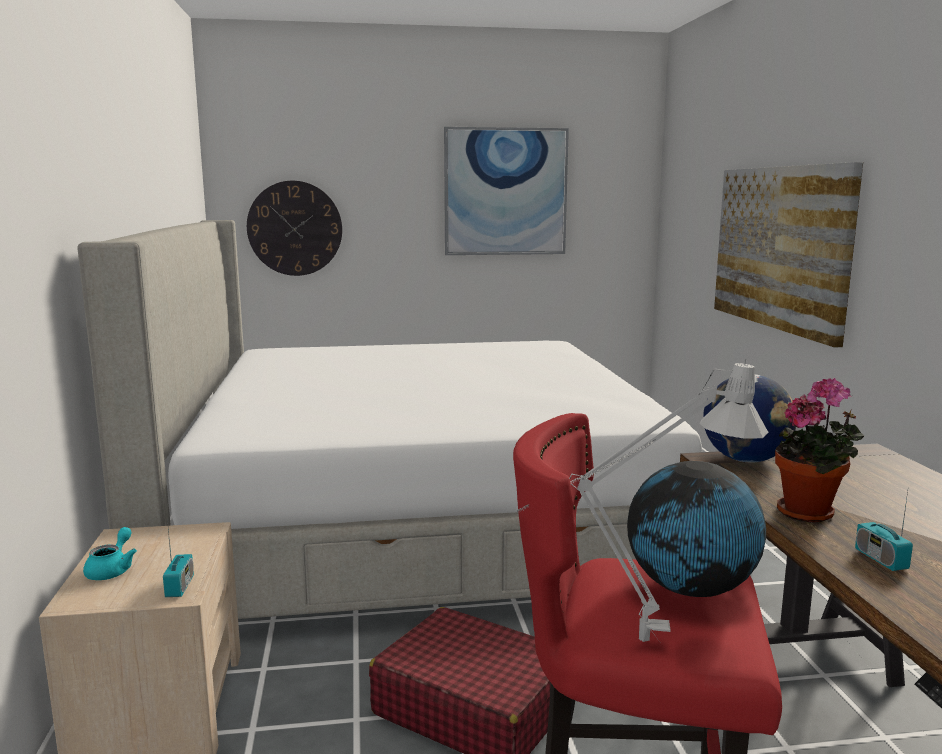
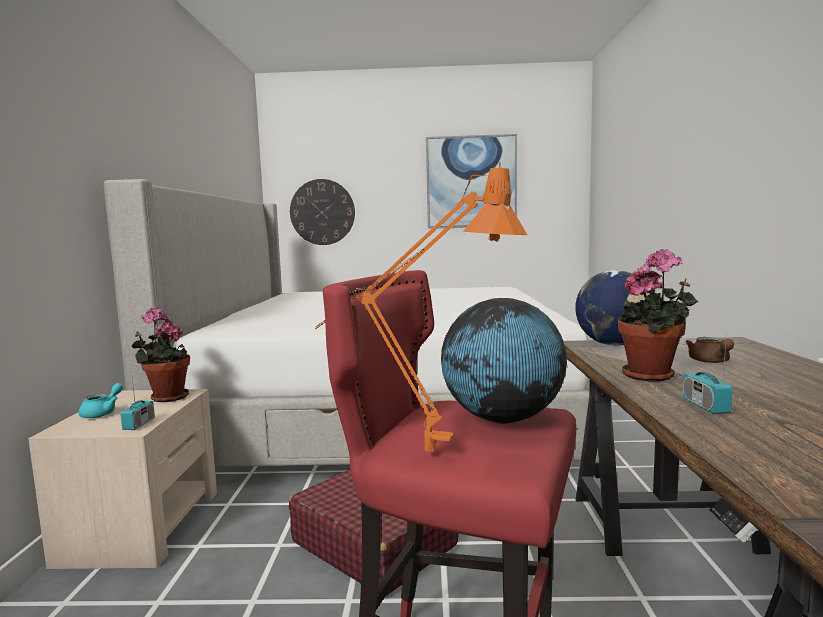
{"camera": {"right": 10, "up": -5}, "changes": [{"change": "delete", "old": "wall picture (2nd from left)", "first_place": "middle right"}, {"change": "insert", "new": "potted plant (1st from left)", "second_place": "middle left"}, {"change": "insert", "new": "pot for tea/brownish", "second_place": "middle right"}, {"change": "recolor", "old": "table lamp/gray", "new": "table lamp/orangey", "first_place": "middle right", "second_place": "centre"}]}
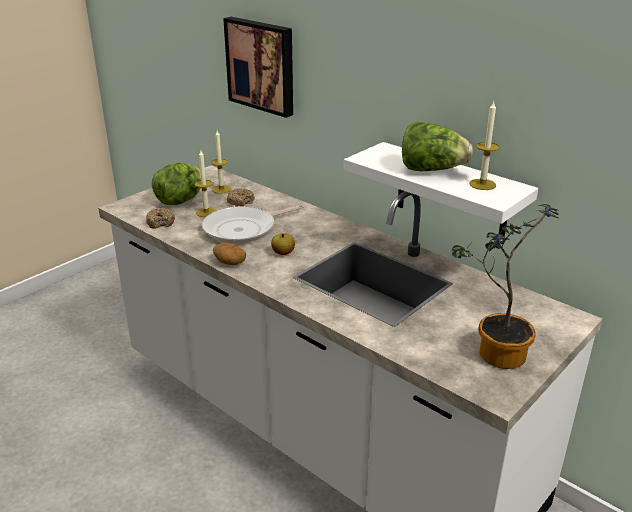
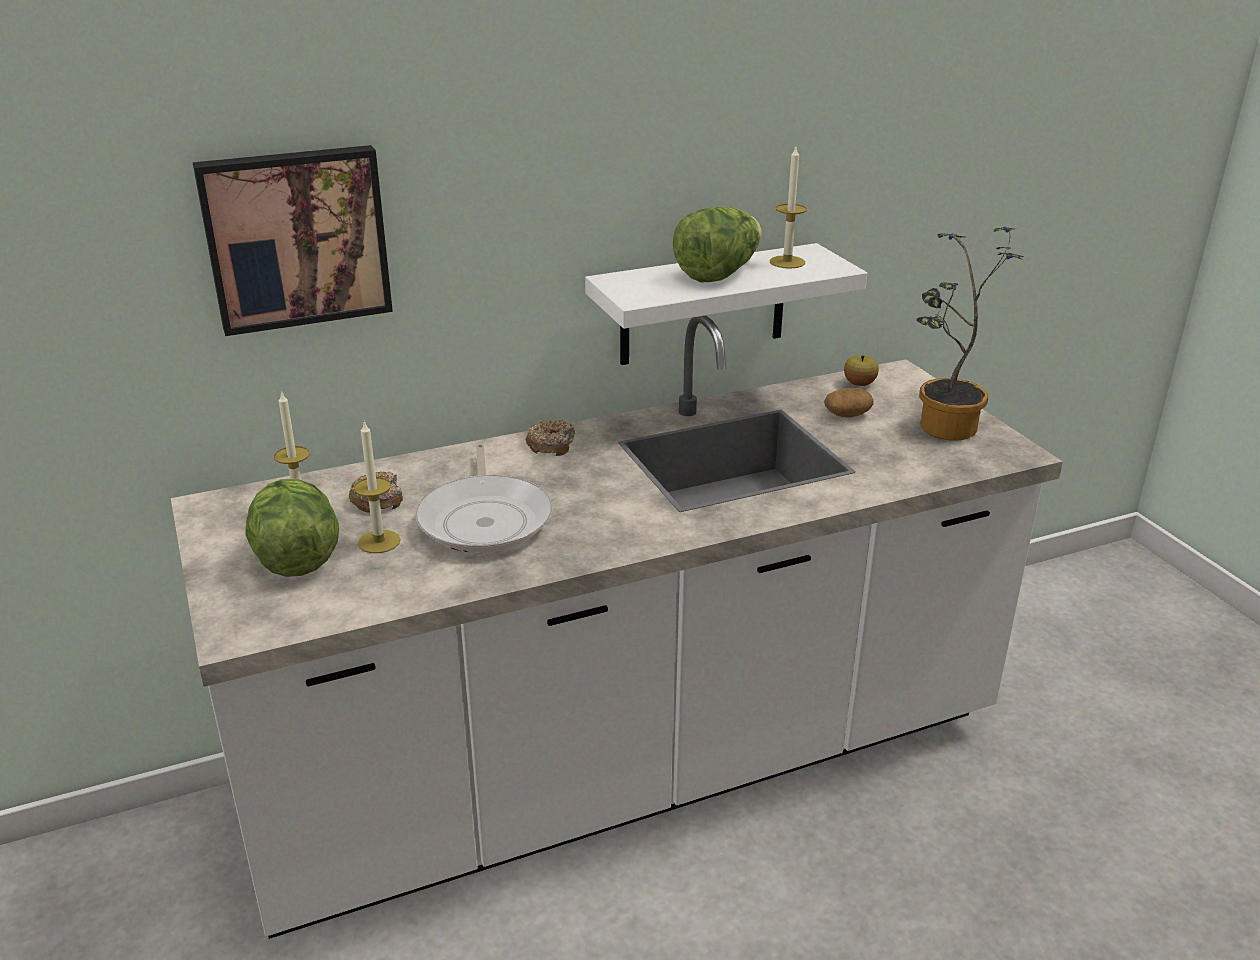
{"camera": {"right": -65, "up": 0}, "changes": [{"change": "move", "old": "donut (1st from left in the first image)", "new": "donut (2nd from left)", "first_place": "middle left", "second_place": "centre"}, {"change": "move", "old": "whole potato", "first_place": "centre", "second_place": "middle right"}, {"change": "move", "old": "apple fruit", "first_place": "centre", "second_place": "middle right"}]}
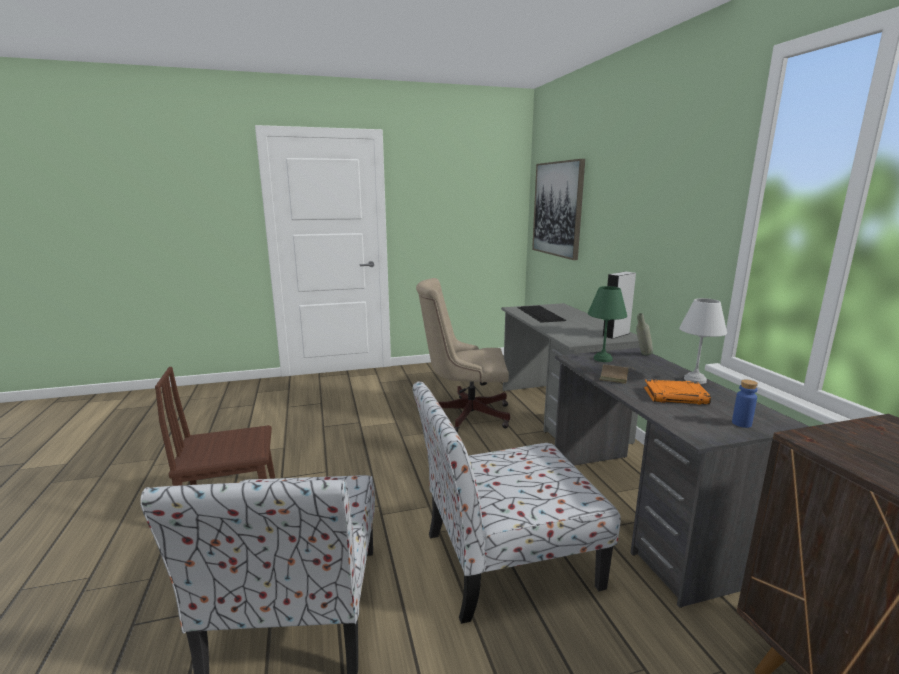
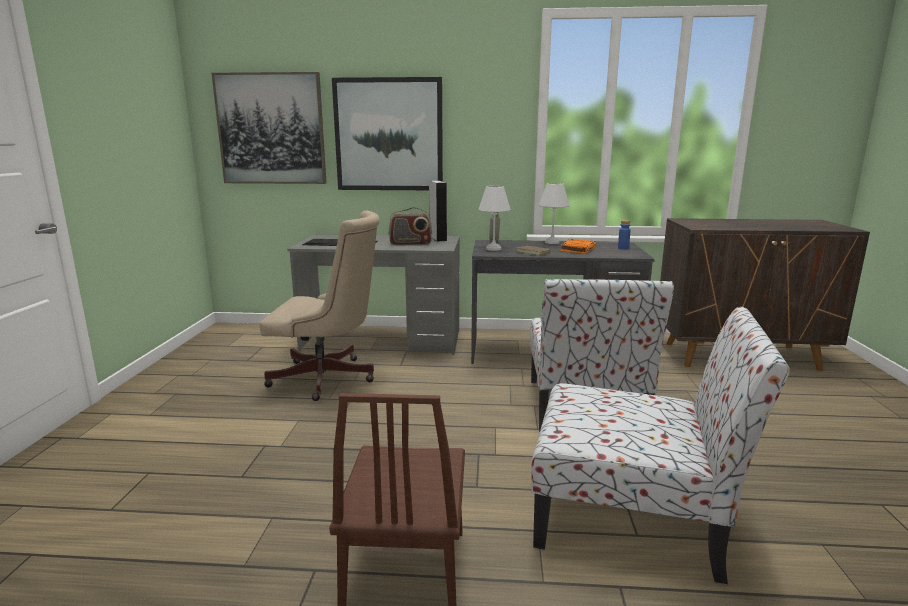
{"camera": {"right": -70, "up": 0}, "changes": [{"change": "insert", "new": "wall picture (2nd from left)", "second_place": "top centre"}, {"change": "insert", "new": "radio", "second_place": "centre"}, {"change": "recolor", "old": "table lamp/green", "new": "table lamp/whitish (1st from left)", "first_place": "middle right", "second_place": "centre"}, {"change": "rotate", "old": "desk chair/sand-coloured", "first_place": "centre", "second_place": "centre", "degrees": -105}]}
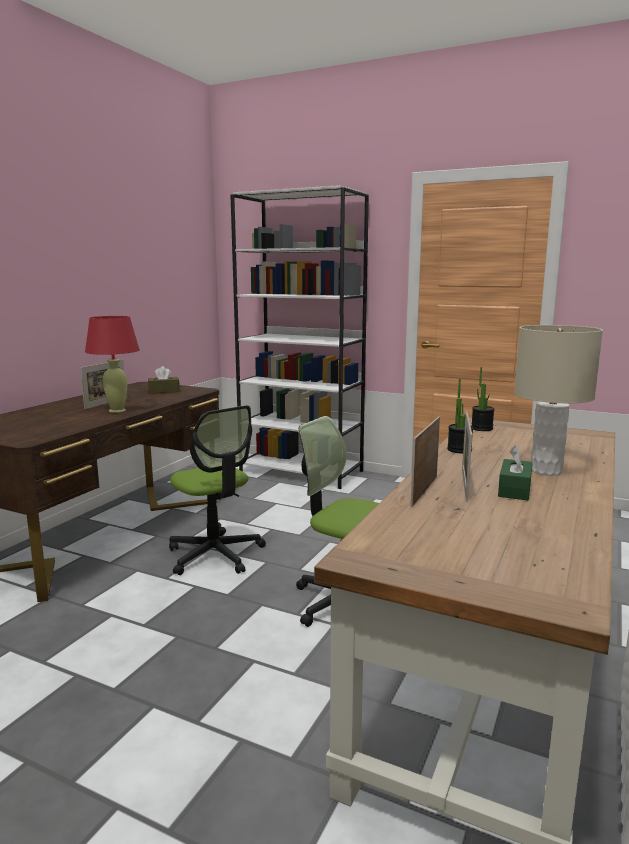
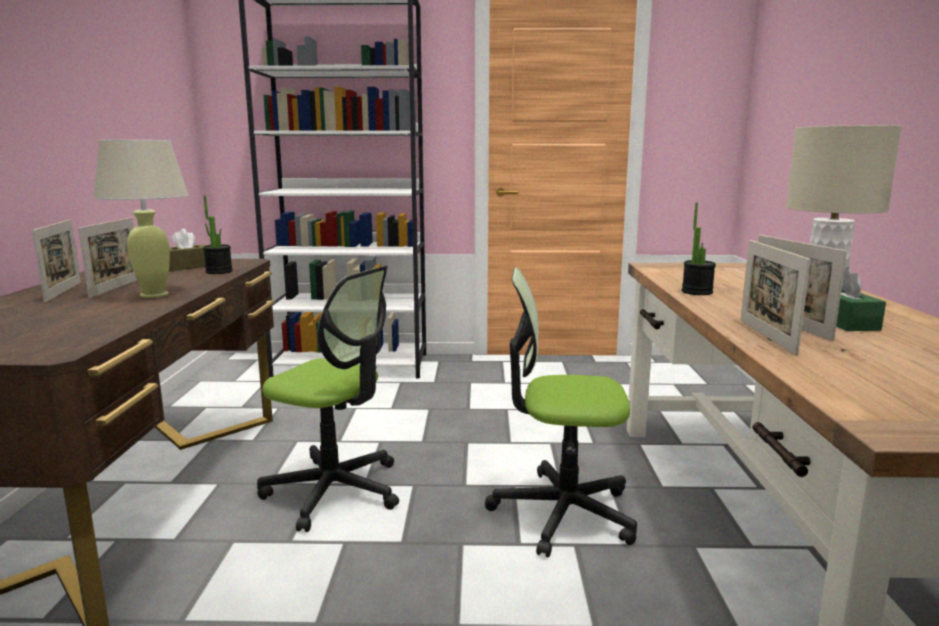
{"camera": {"right": -25, "up": 0}, "changes": [{"change": "insert", "new": "photo frame (1st from left)", "second_place": "middle left"}, {"change": "move", "old": "potted plant (2nd from left in the first image)", "new": "potted plant (1st from left)", "first_place": "middle right", "second_place": "middle left"}, {"change": "recolor", "old": "table lamp/red-coloured", "new": "table lamp/sand-coloured (1st from left)", "first_place": "middle left", "second_place": "middle left"}]}
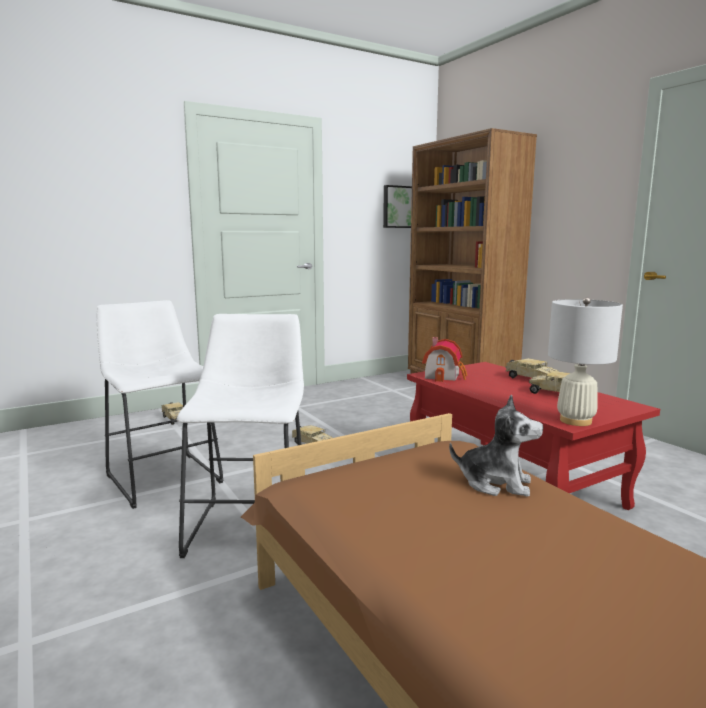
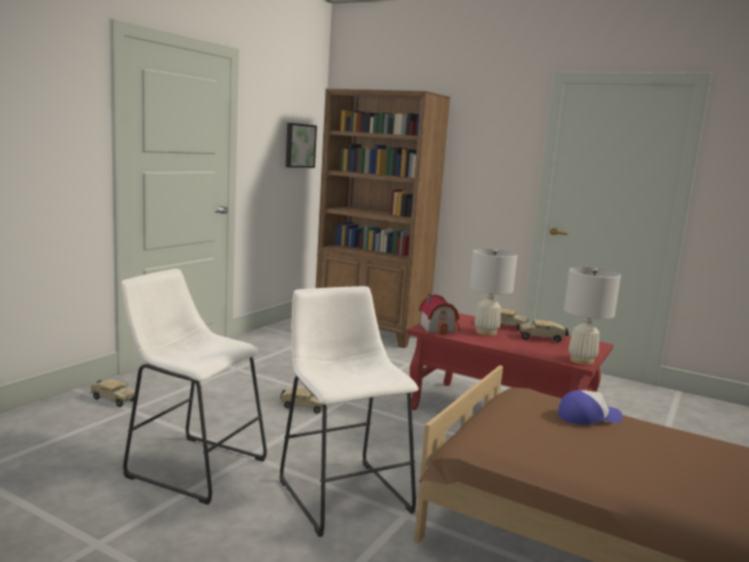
{"camera": {"right": -30, "up": 0}, "changes": [{"change": "insert", "new": "table lamp/whitish (1st from left)", "second_place": "centre"}, {"change": "replace", "old": "soft toy", "new": "baseball cap", "first_place": "middle right", "second_place": "bottom right"}]}
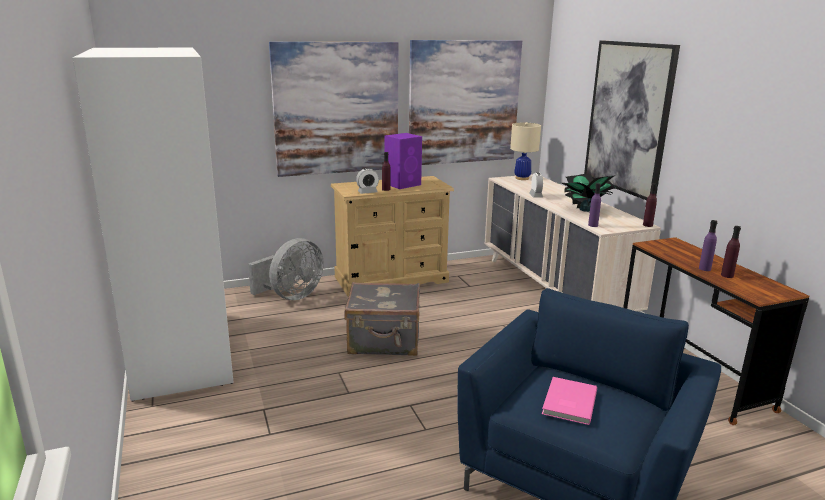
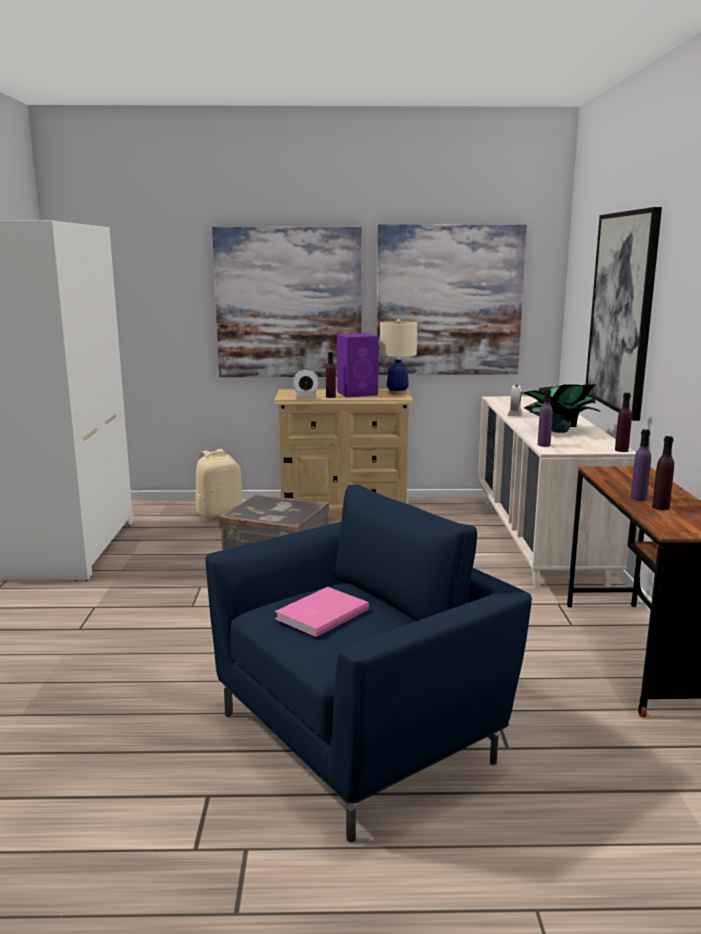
{"camera": {"right": 20, "up": -5}, "changes": [{"change": "move", "old": "table lamp/sand-coloured", "first_place": "top centre", "second_place": "centre"}, {"change": "replace", "old": "cooling fan/gray", "new": "backpack/sand-coloured", "first_place": "centre", "second_place": "middle left"}]}
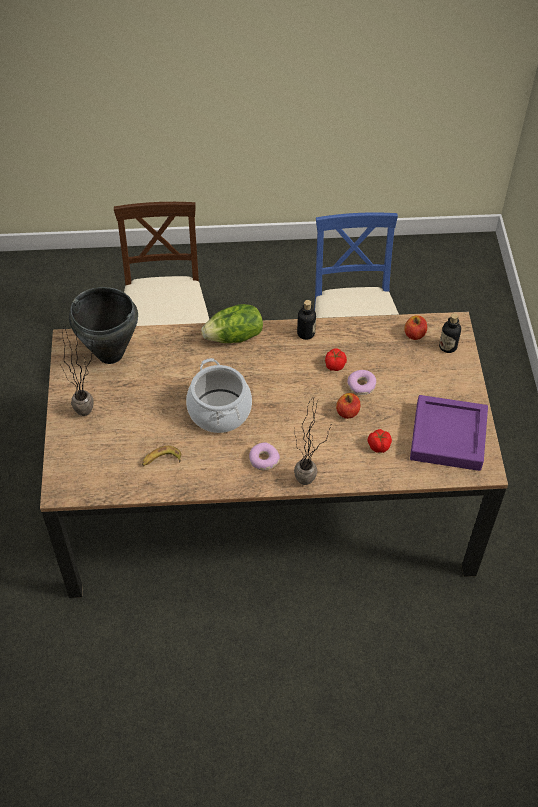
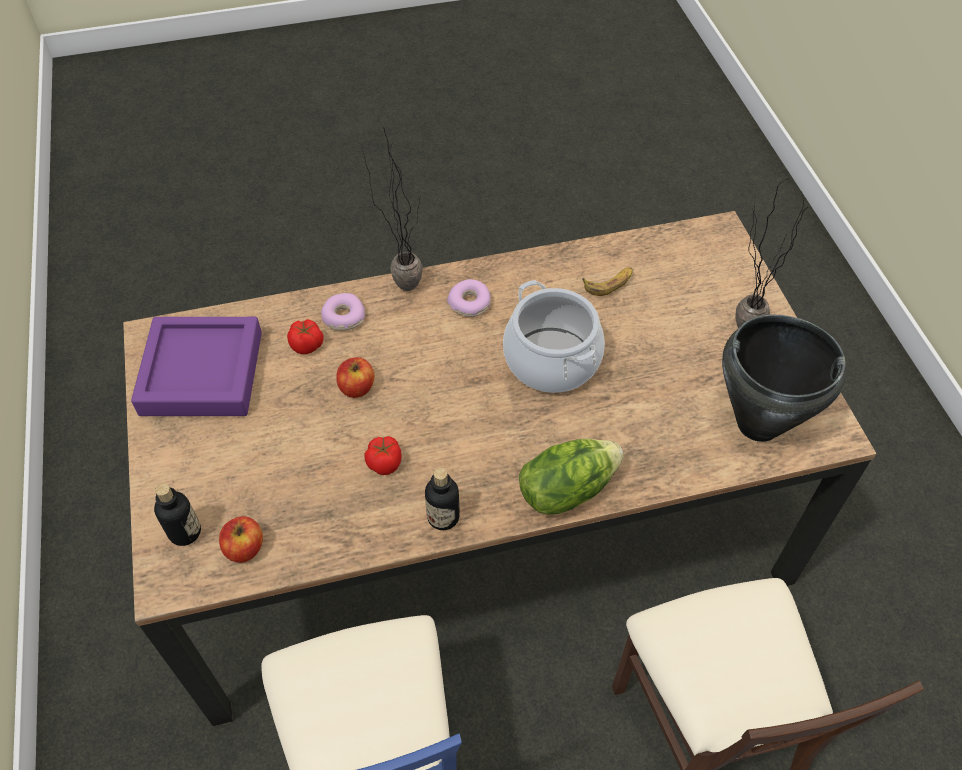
{"camera": {"right": 170, "up": 0}, "changes": [{"change": "move", "old": "donut (2nd from left in the first image)", "new": "donut (1st from left)", "first_place": "middle right", "second_place": "centre"}]}
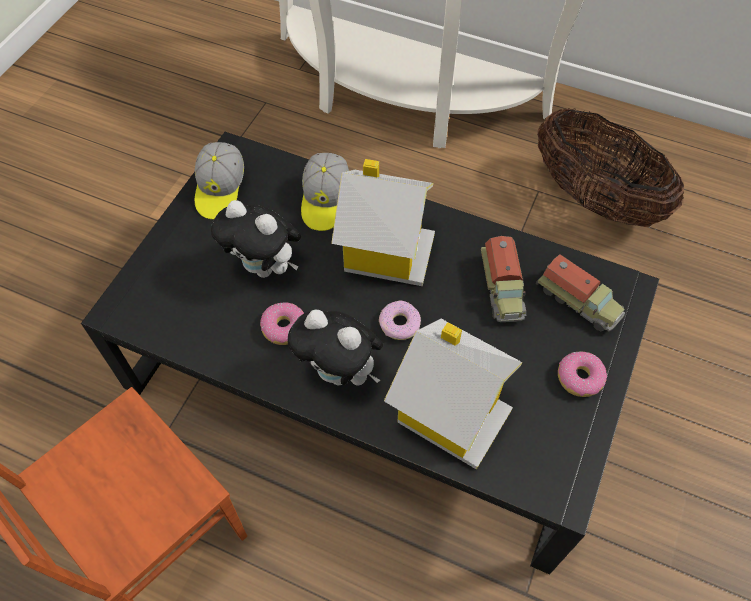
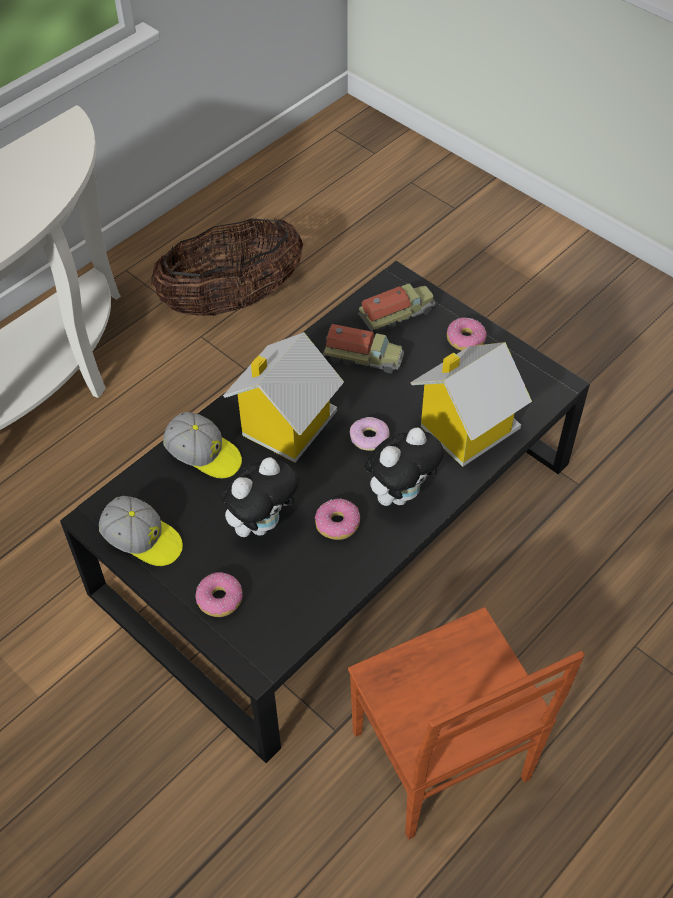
{"camera": {"right": -70, "up": -5}, "changes": [{"change": "insert", "new": "donut (1st from left)", "second_place": "middle left"}]}
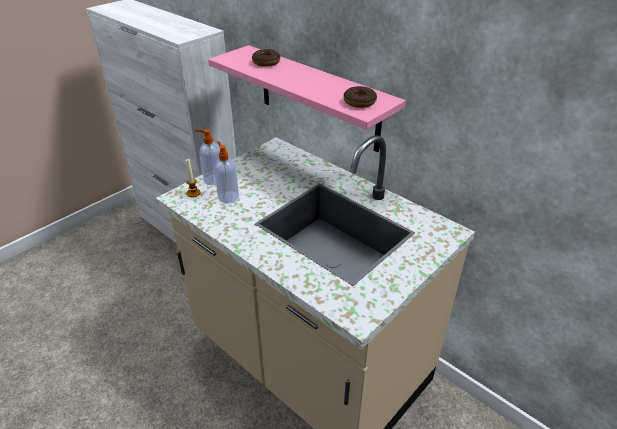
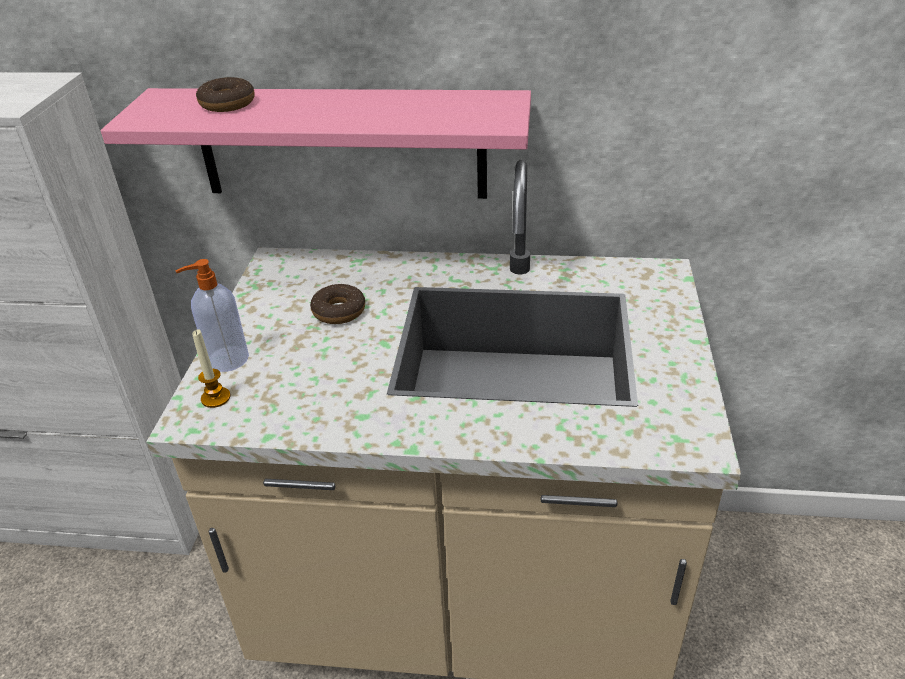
{"camera": {"right": -35, "up": 0}, "changes": [{"change": "delete", "old": "liquid soap bottle (2nd from left)", "first_place": "centre"}, {"change": "move", "old": "donut (2nd from left)", "first_place": "top centre", "second_place": "centre"}]}
